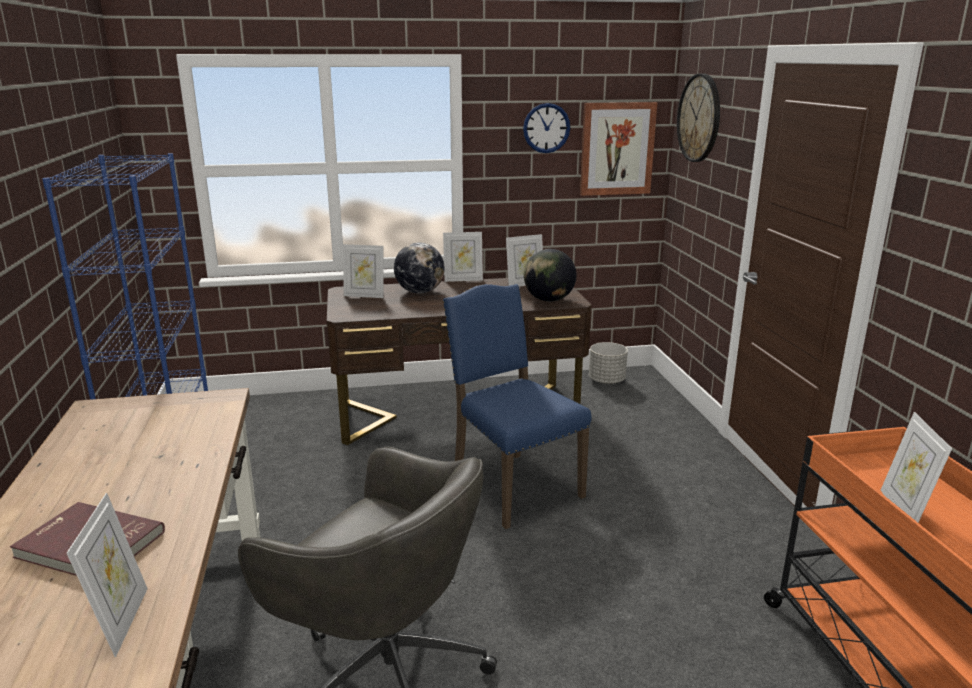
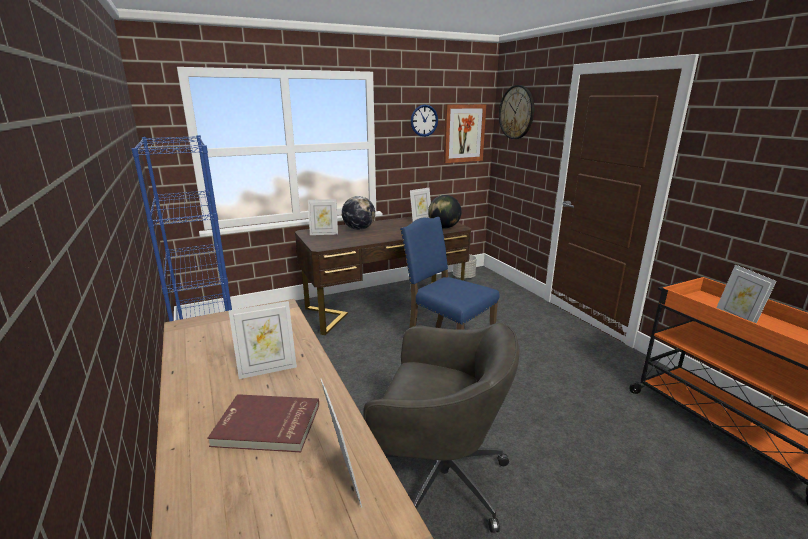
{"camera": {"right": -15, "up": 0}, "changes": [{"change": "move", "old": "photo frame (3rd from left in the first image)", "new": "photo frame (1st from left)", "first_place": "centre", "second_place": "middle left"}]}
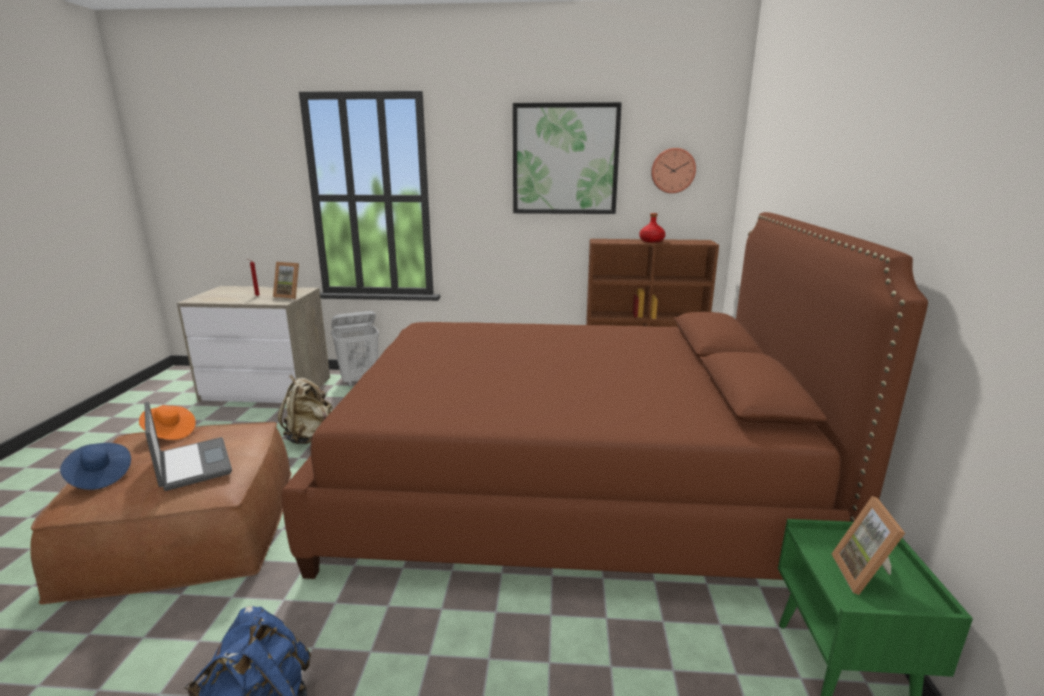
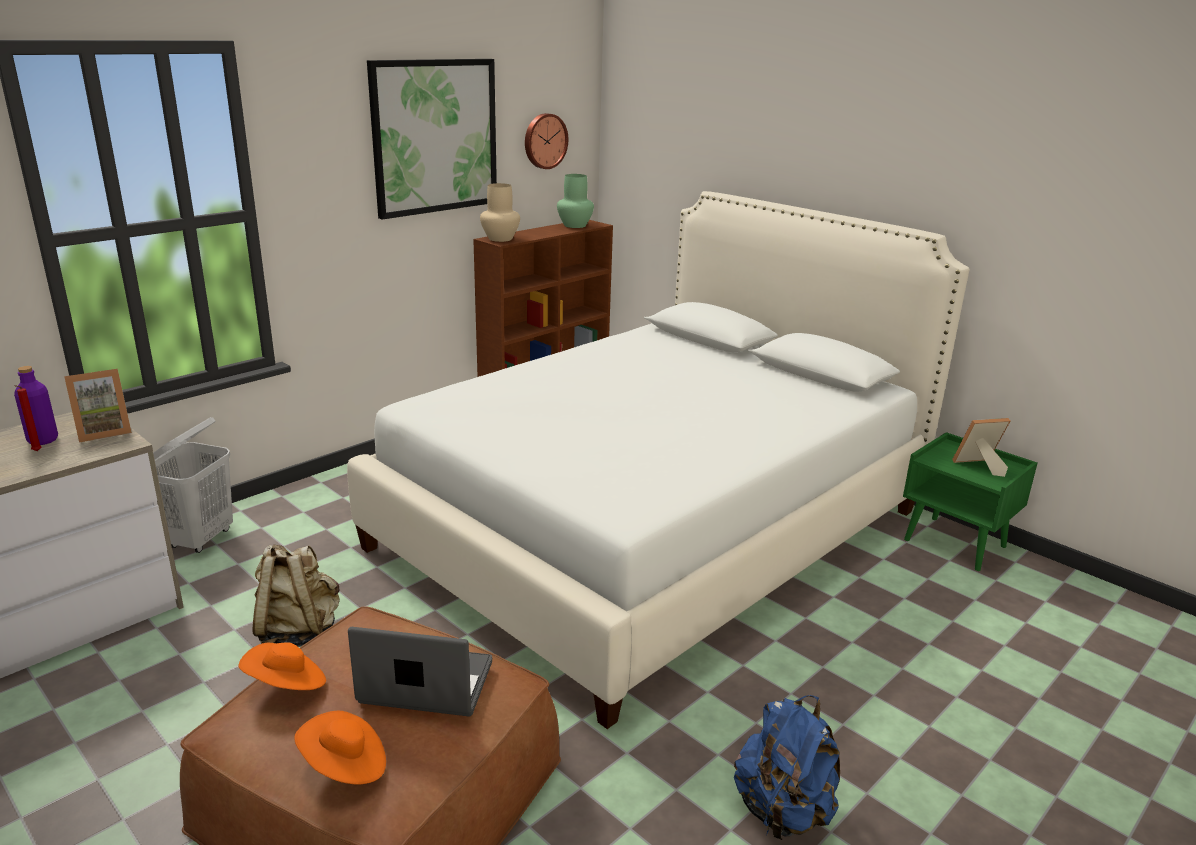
{"camera": {"right": -50, "up": 5}, "changes": [{"change": "delete", "old": "bottle/red-coloured", "first_place": "top centre"}, {"change": "insert", "new": "bottle/purplish", "second_place": "middle left"}, {"change": "insert", "new": "flower vase/sand-coloured", "second_place": "top centre"}, {"change": "insert", "new": "flower vase/green", "second_place": "top centre"}, {"change": "recolor", "old": "wearable hat/blue-coloured", "new": "wearable hat/orangey (2nd from left)", "first_place": "bottom left", "second_place": "bottom left"}, {"change": "recolor", "old": "bed/brownish", "new": "bed/whitish", "first_place": "centre", "second_place": "centre"}, {"change": "rotate", "old": "photo frame (2nd from left)", "first_place": "bottom right", "second_place": "middle right", "degrees": 120}]}
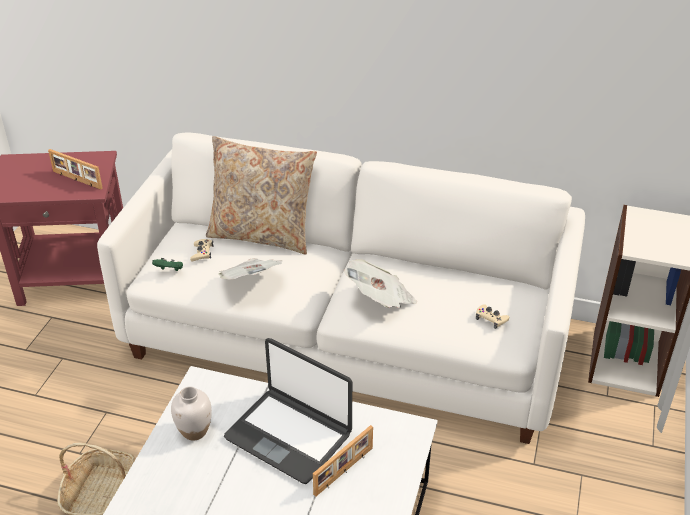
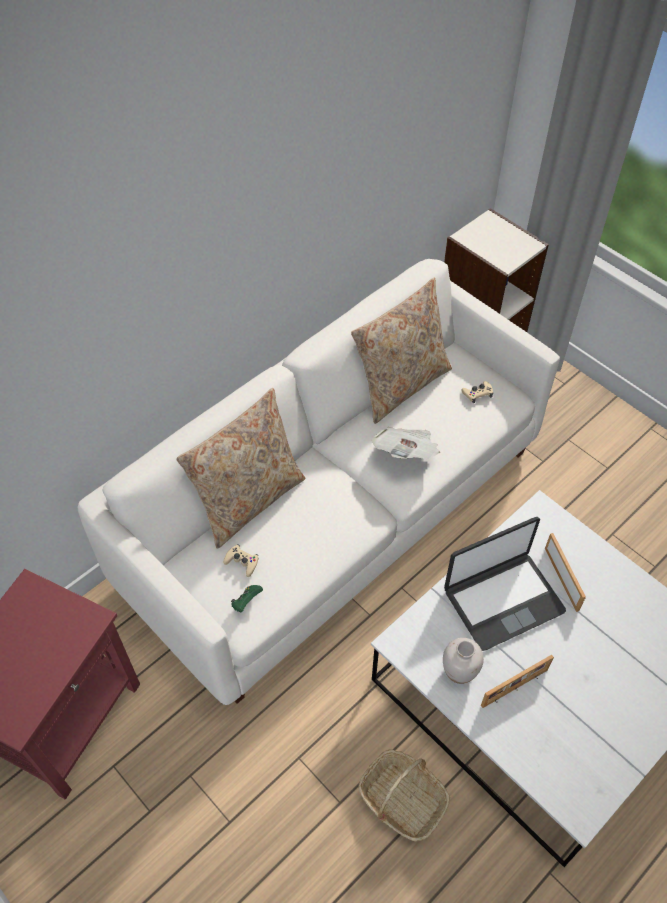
{"camera": {"right": -60, "up": 15}, "changes": [{"change": "delete", "old": "daily paper (1st from left)", "first_place": "centre"}, {"change": "insert", "new": "cushion/sand-coloured (2nd from left)", "second_place": "centre"}, {"change": "move", "old": "photo frame (1st from left)", "first_place": "top left", "second_place": "bottom right"}]}
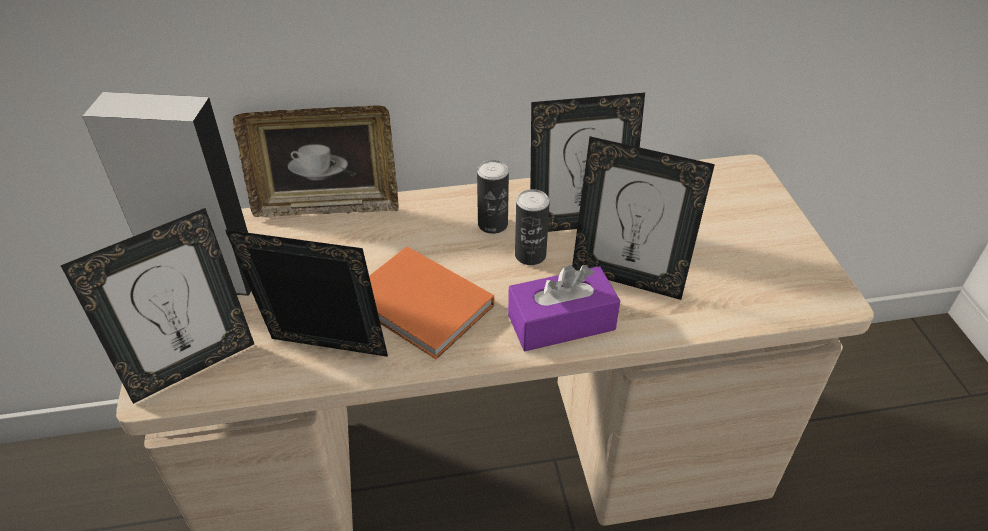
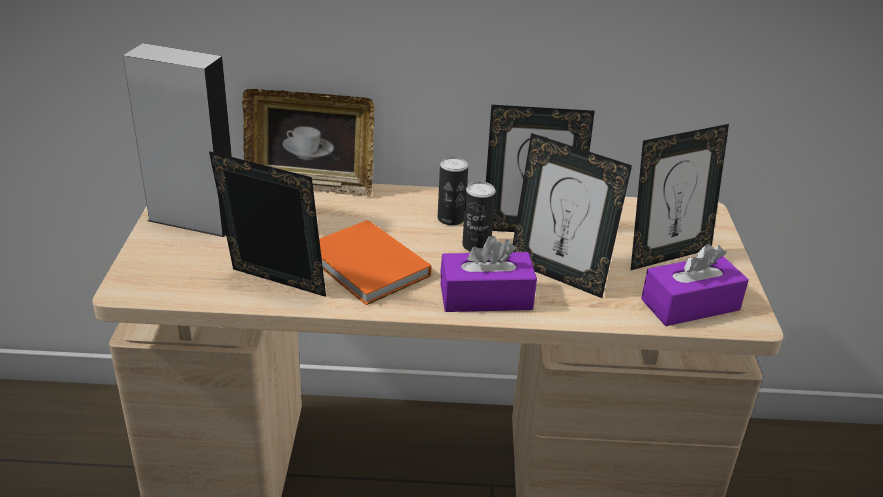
{"camera": {"right": 10, "up": -10}, "changes": [{"change": "insert", "new": "box of tissues/purplish (2nd from left)", "second_place": "middle right"}, {"change": "move", "old": "photo frame (1st from left in the first image)", "new": "photo frame (5th from left)", "first_place": "middle left", "second_place": "middle right"}]}
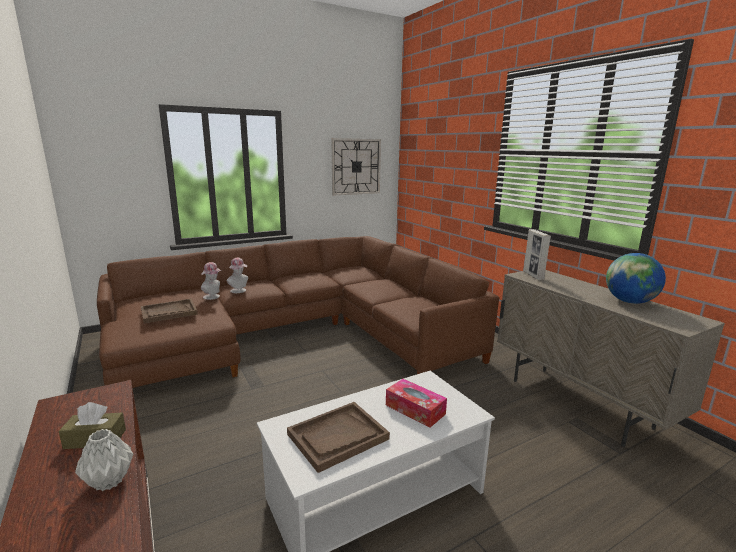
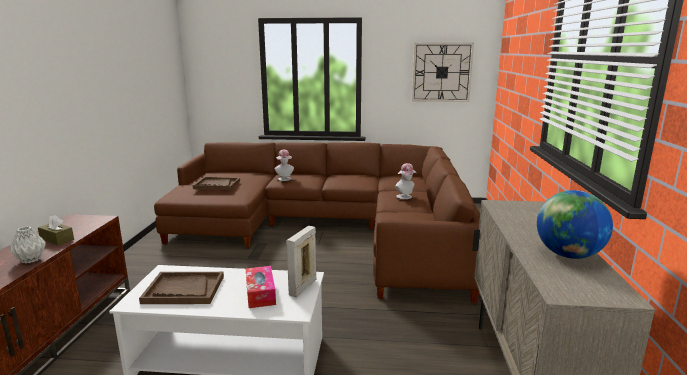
{"camera": {"right": 35, "up": 0}, "changes": [{"change": "move", "old": "wearable hat (1st from left in the first image)", "new": "wearable hat (2nd from left)", "first_place": "middle left", "second_place": "centre"}, {"change": "move", "old": "photo frame", "first_place": "middle right", "second_place": "bottom centre"}]}
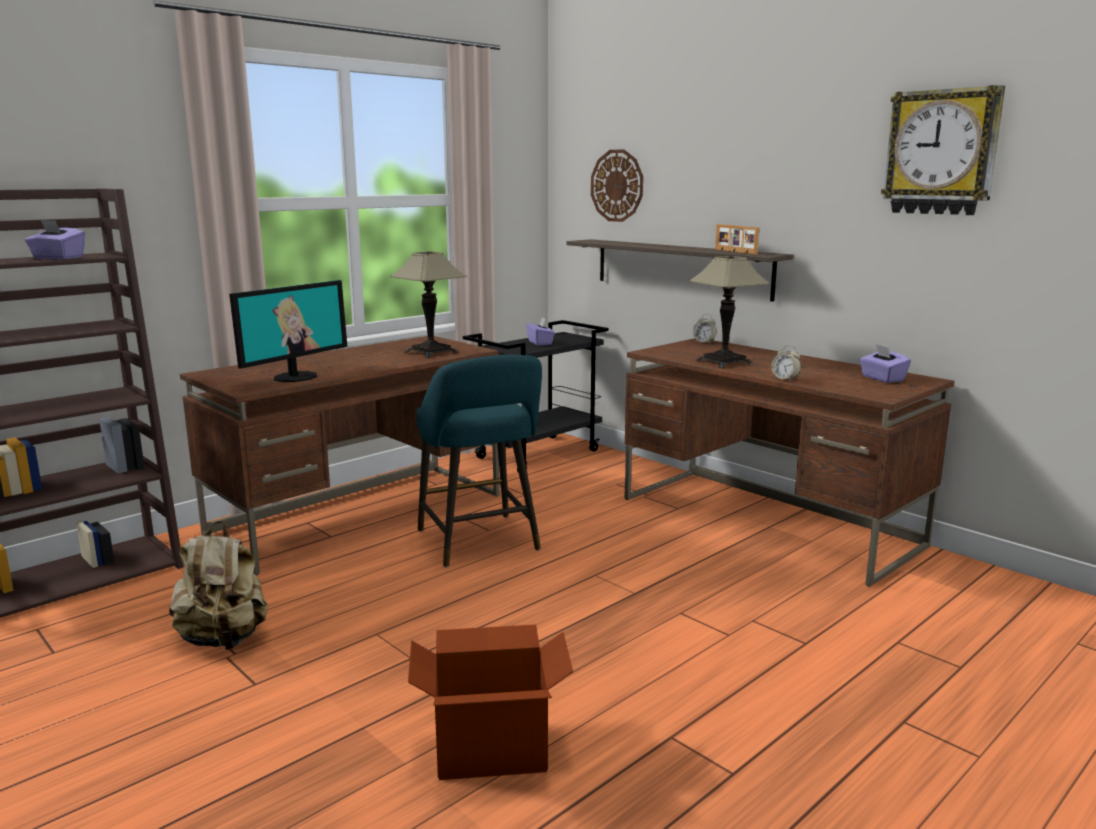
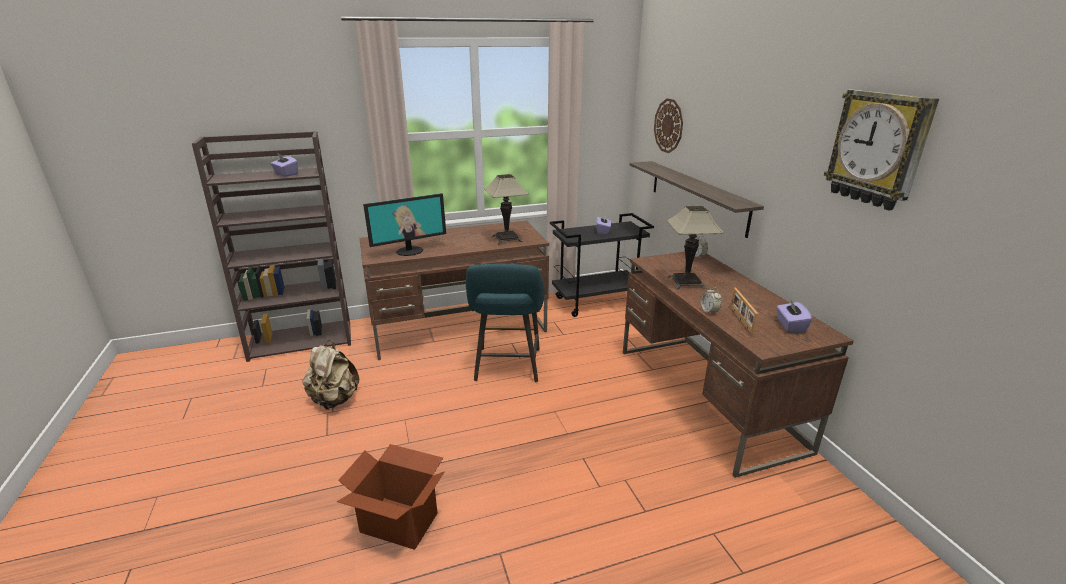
{"camera": {"right": 25, "up": 10}, "changes": [{"change": "move", "old": "photo frame", "first_place": "top right", "second_place": "middle right"}]}
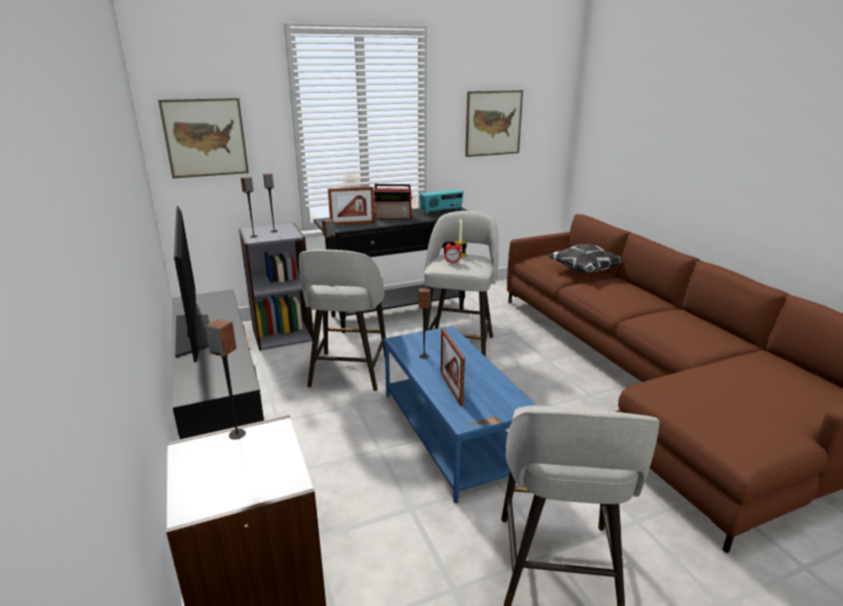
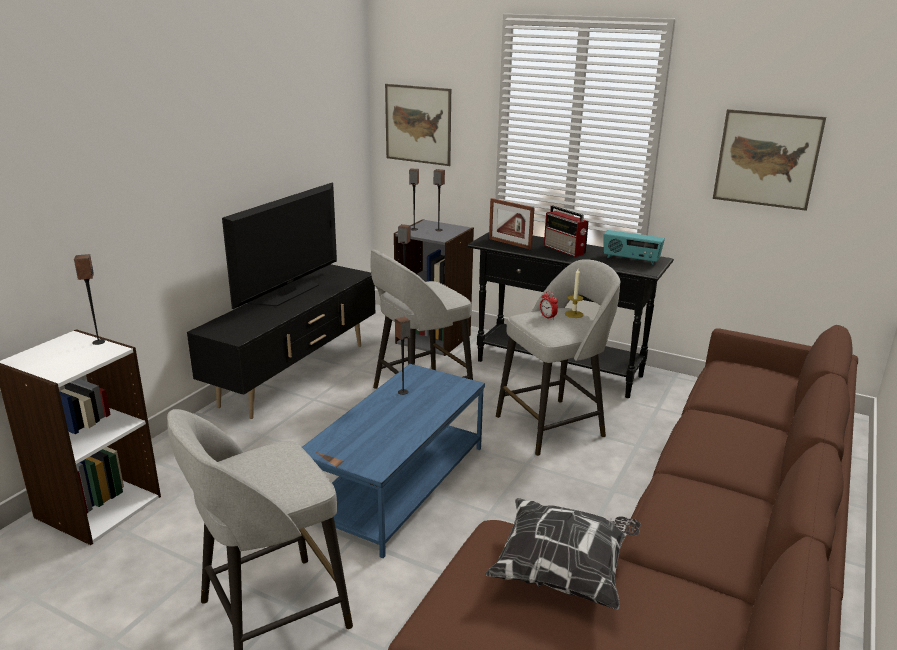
{"camera": {"right": 50, "up": 0}, "changes": [{"change": "delete", "old": "photo frame (2nd from left)", "first_place": "centre"}, {"change": "move", "old": "cushion", "first_place": "middle right", "second_place": "bottom centre"}]}
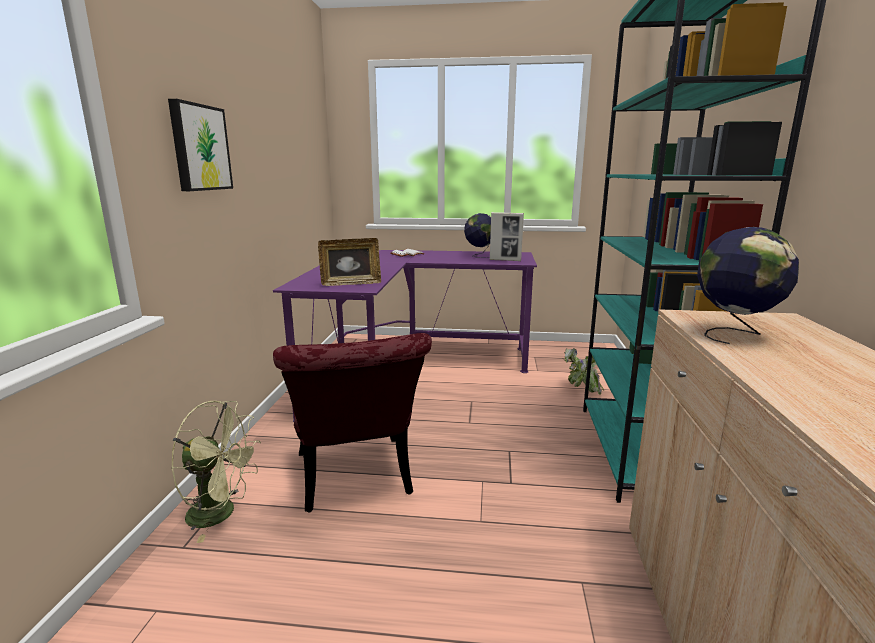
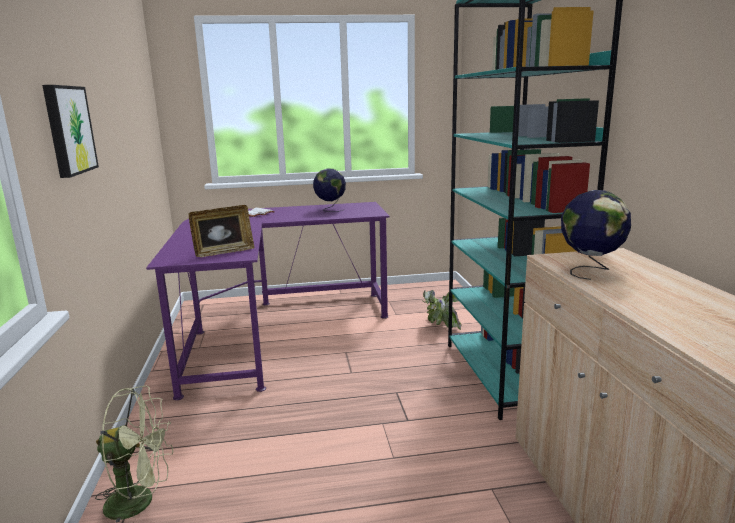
{"camera": {"right": -15, "up": 0}, "changes": [{"change": "delete", "old": "upright chair/red-coloured", "first_place": "centre"}, {"change": "delete", "old": "photo frame (2nd from left)", "first_place": "centre"}]}
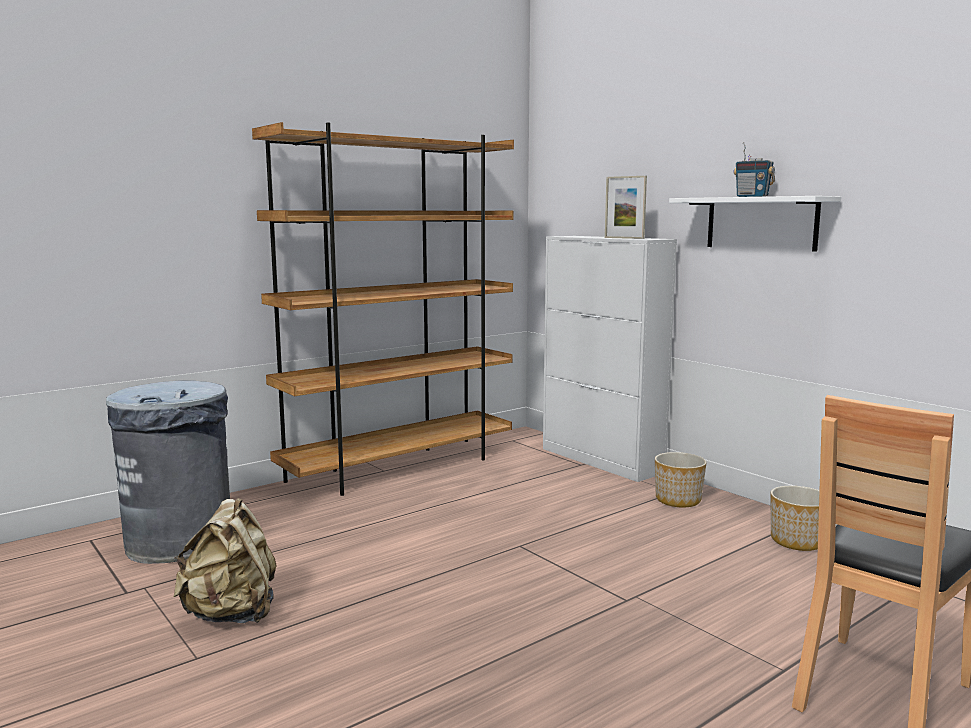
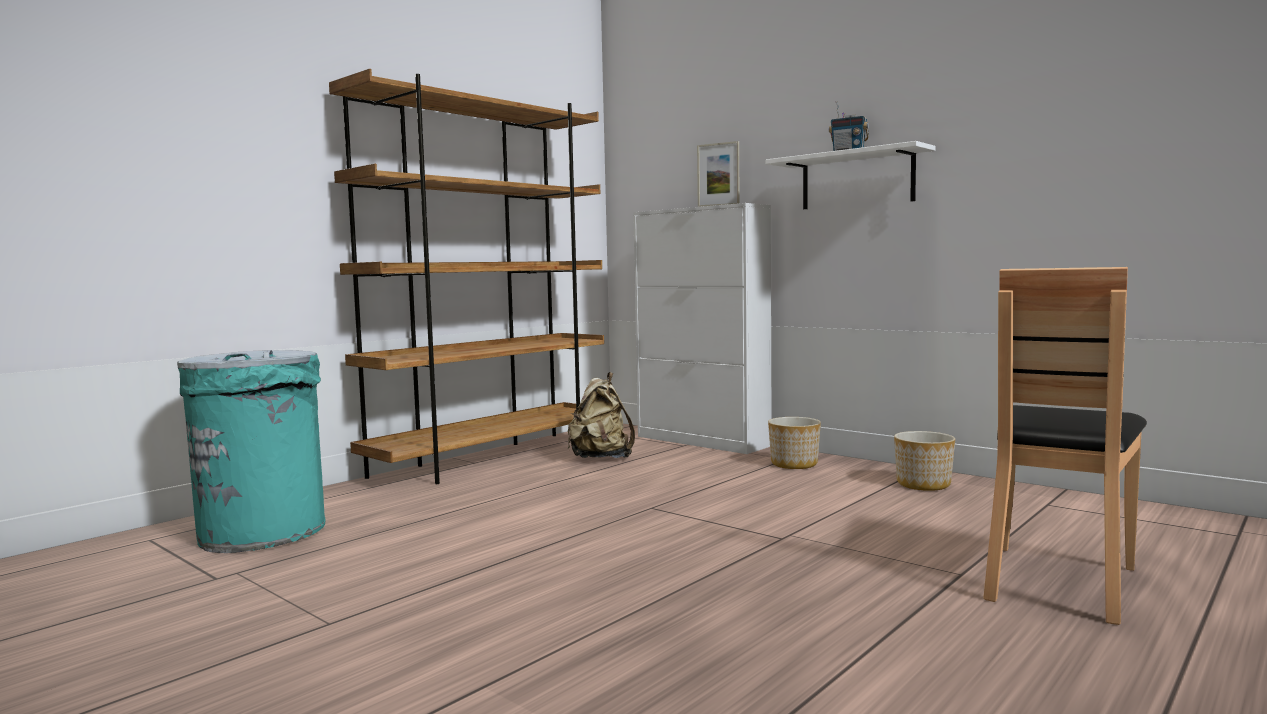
{"camera": {"right": -10, "up": -5}, "changes": [{"change": "move", "old": "backpack/sand-coloured", "first_place": "bottom left", "second_place": "centre"}, {"change": "recolor", "old": "waste bin/gray", "new": "waste bin/turquoise", "first_place": "middle left", "second_place": "middle left"}]}
